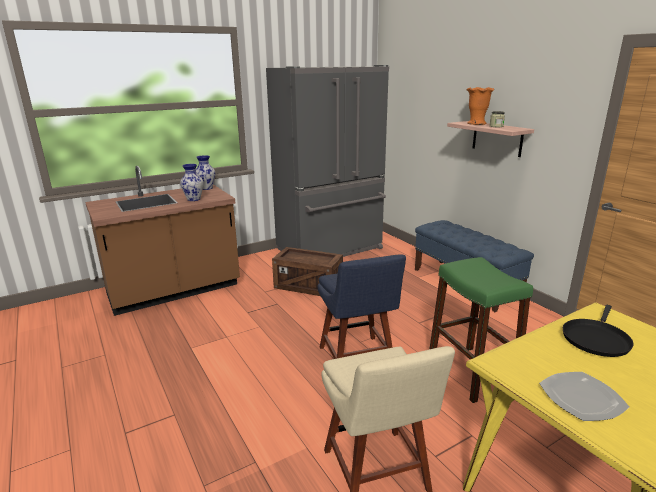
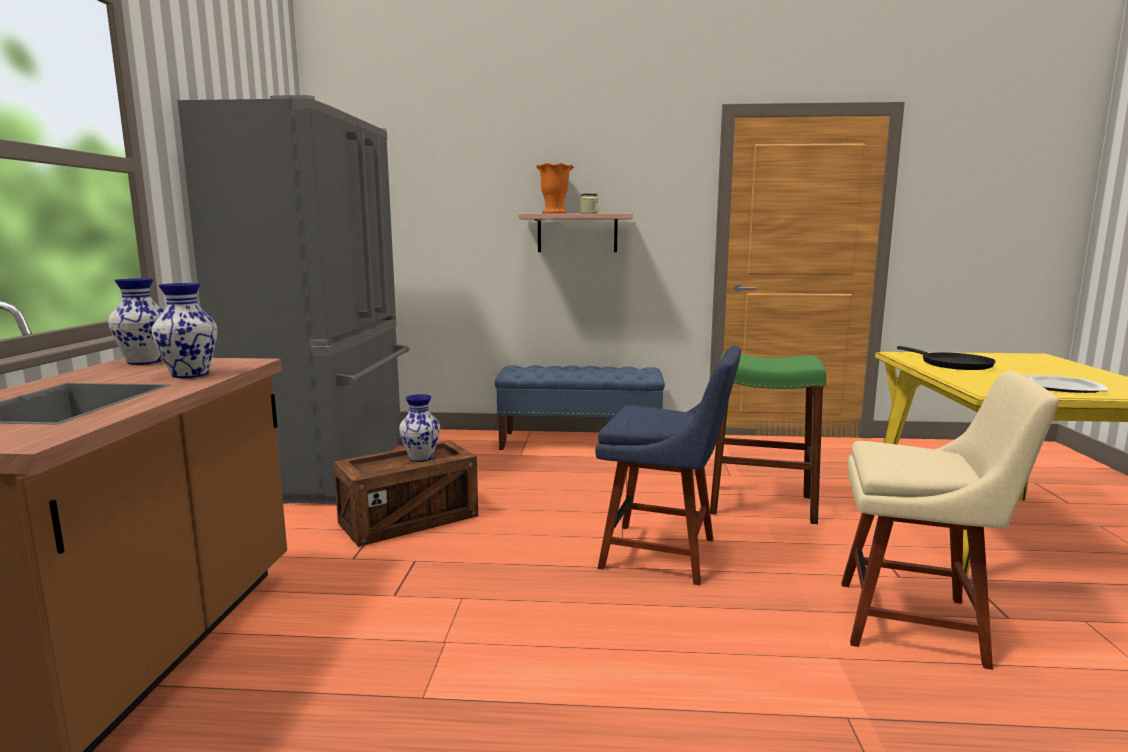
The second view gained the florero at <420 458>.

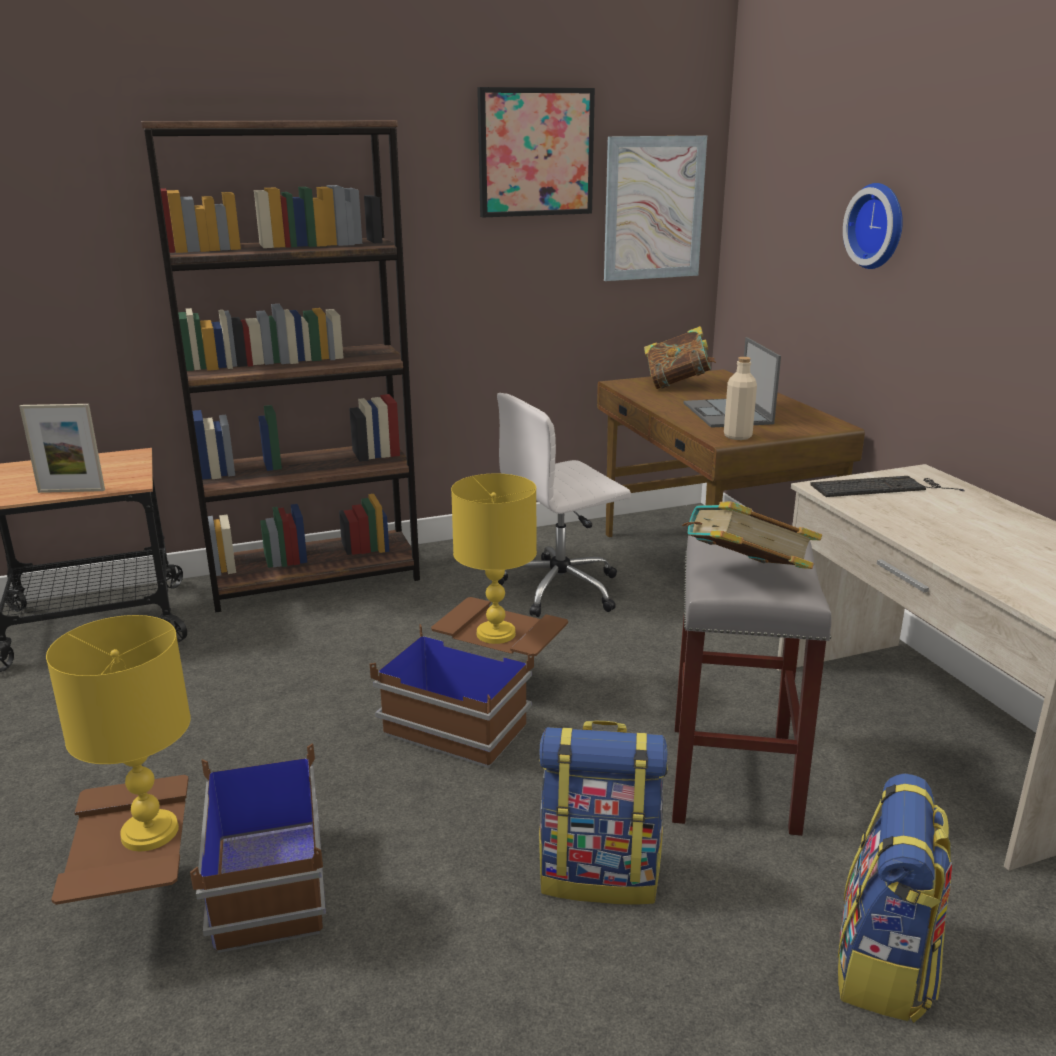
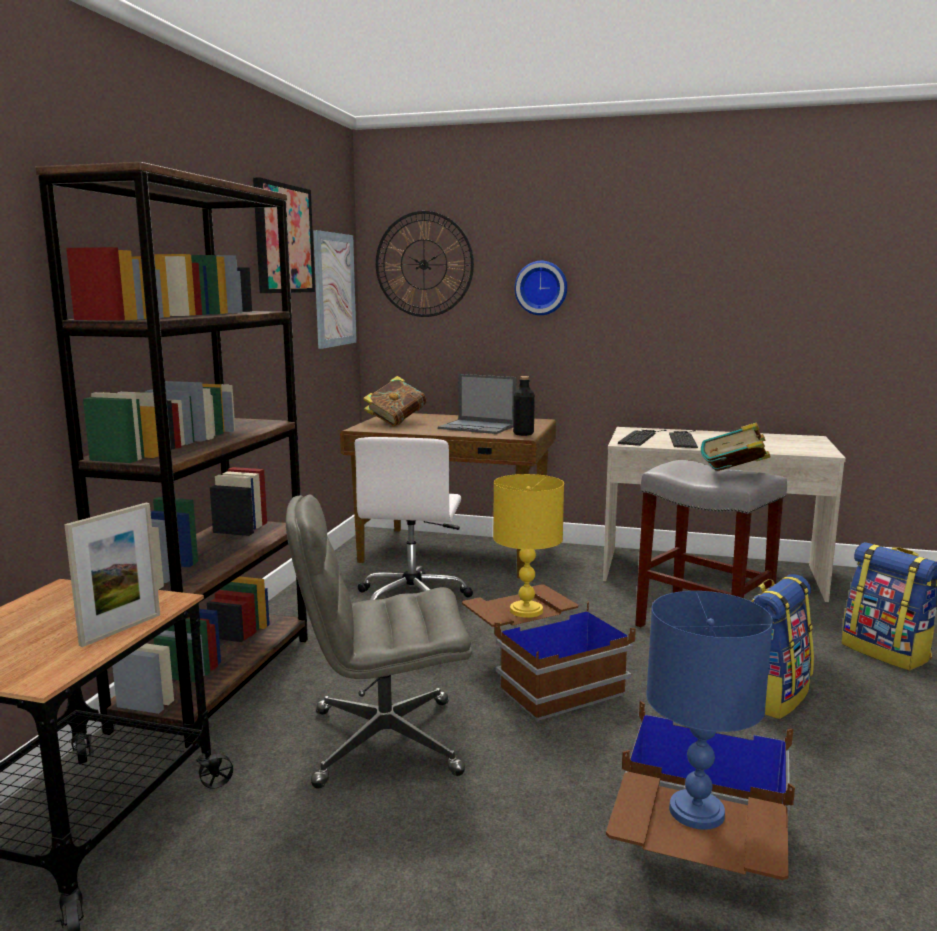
What was the botella/beis at <737 436> turned into the botella/negro at <523 434>. What was the lámpara de mesa/amarillo at <148 832> turned into the lámpara de mesa/azul at <696 812>. The second view gained the reloj de pared at <424 264>. The second view gained the teclado at <683 439>. The second view gained the silla de oficina/gris at <383 742>.

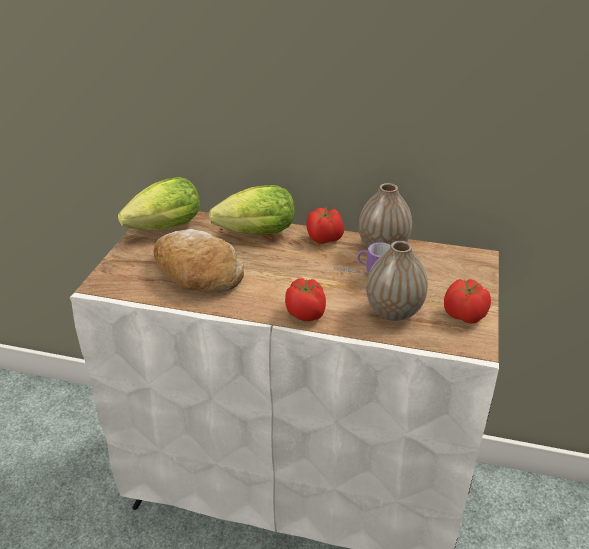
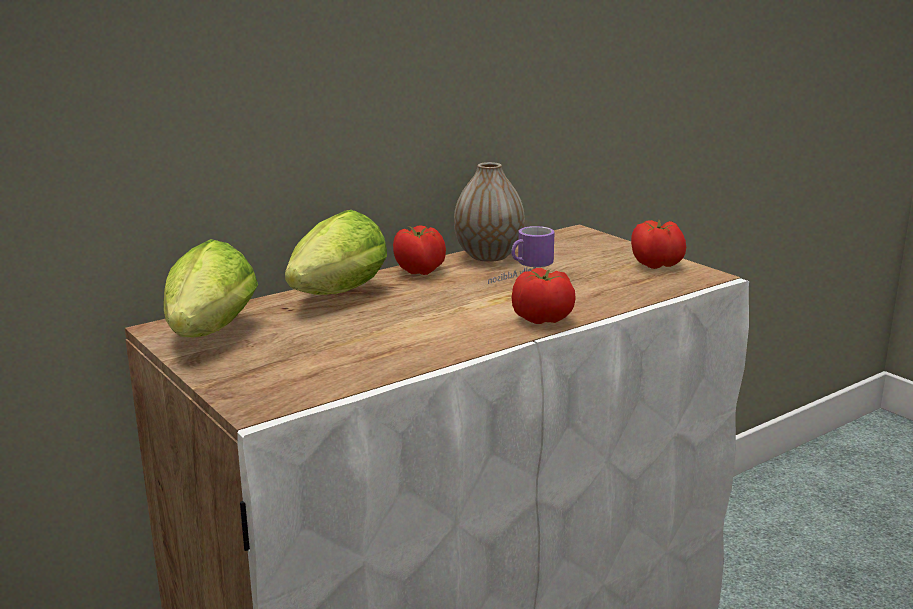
The second view lost the pan at <197 273>. The second view lost the florero at <393 311>.

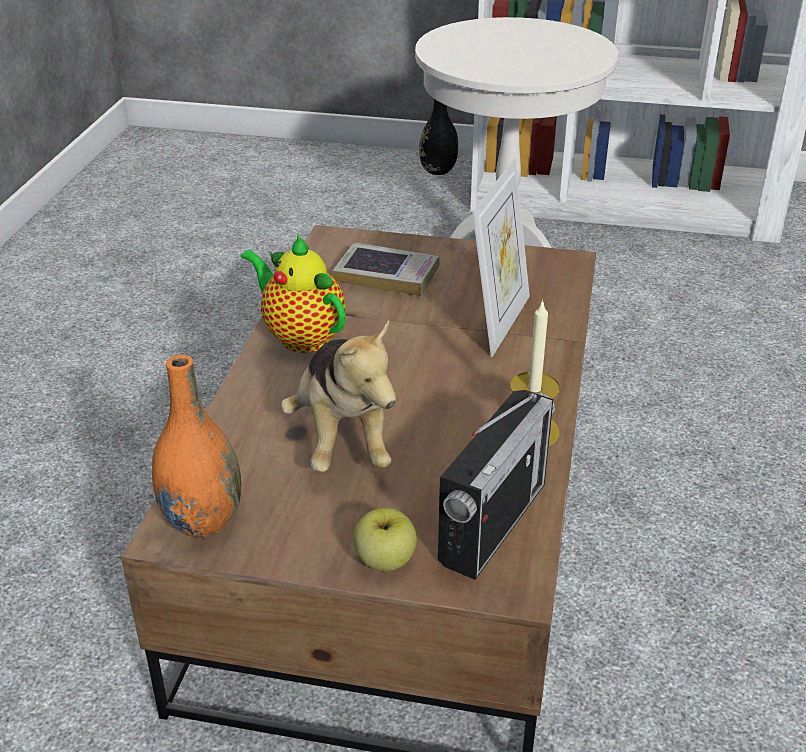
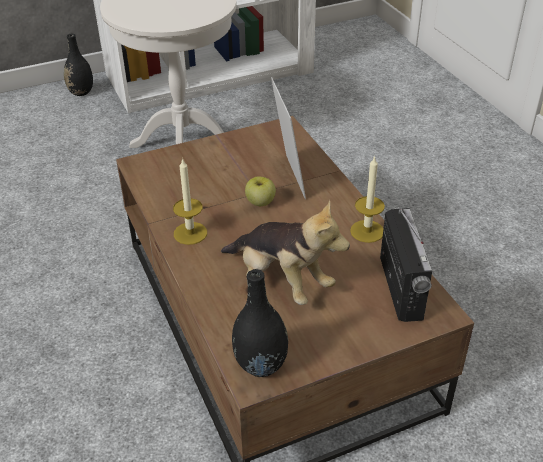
Where the tetera stood at <300 336>, the vela came to stand at <190 233>. The second view lost the libro at <387 276>. What was the florero/naranja at <203 520> turned into the florero/negro at <260 364>. The manzana ended up elsewhere, having gone from <385 560> to <260 202>.

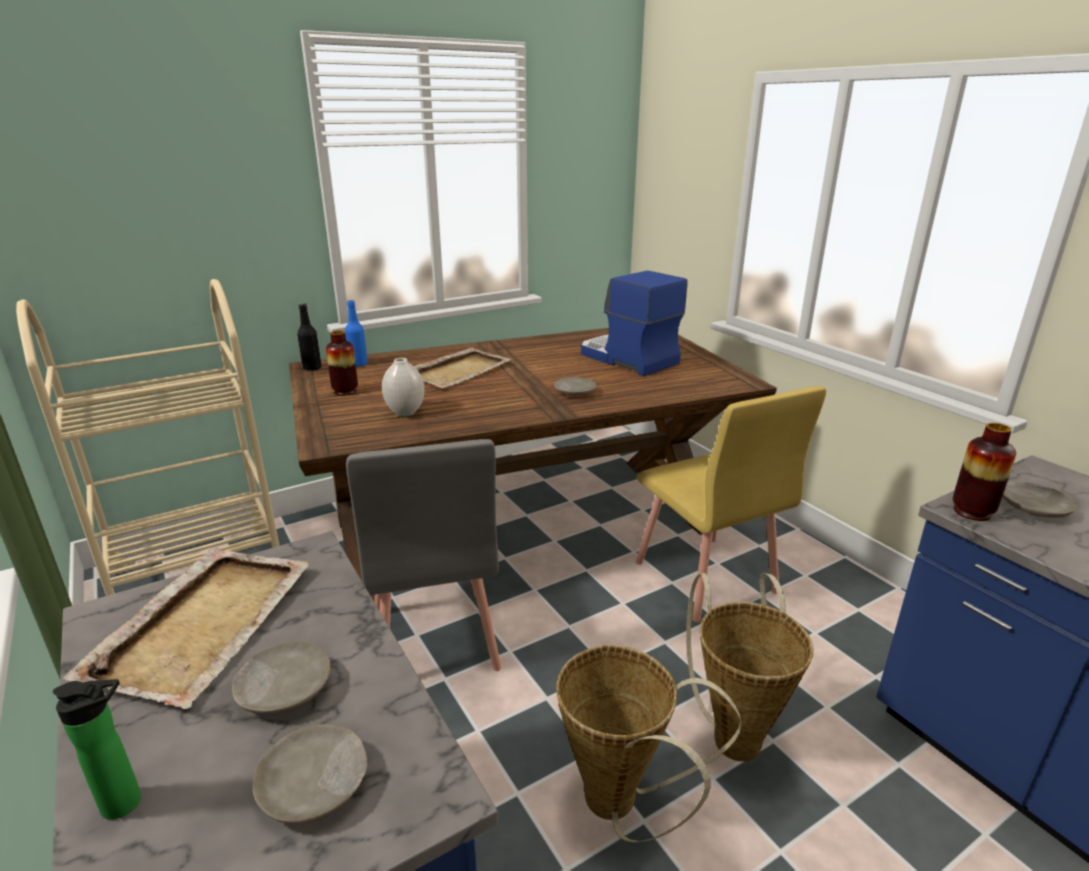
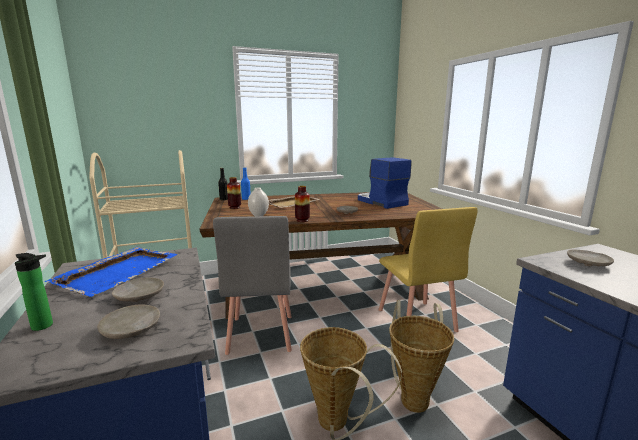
The florero ended up elsewhere, having gone from <972 512> to <302 220>. What was the bandeja/beis at <205 623> turned into the bandeja/azul at <119 272>.

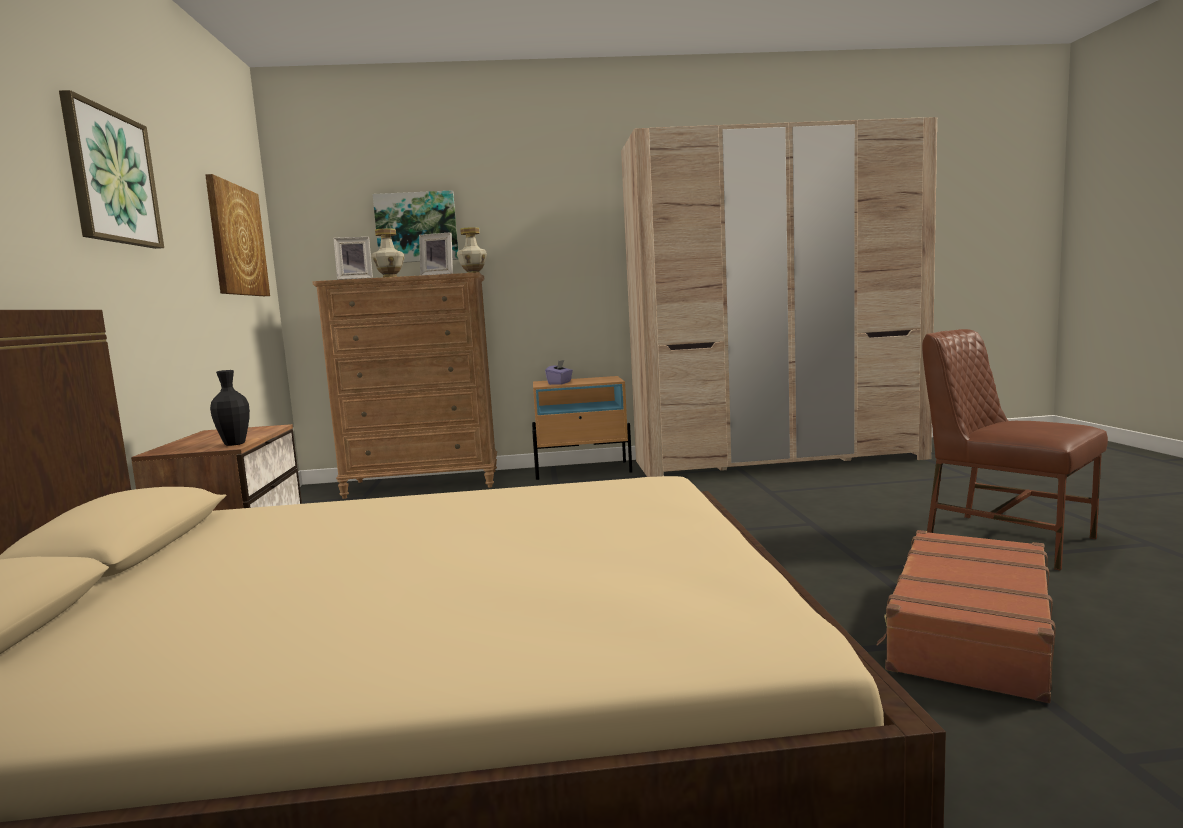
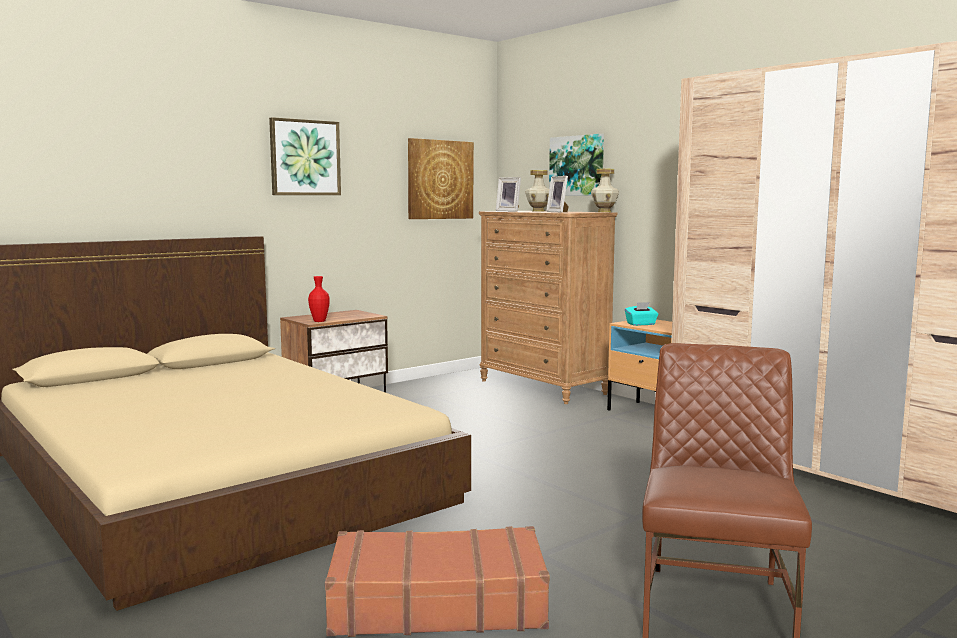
What was the caja de pañuelos/morado at <560 383> turned into the caja de pañuelos/turquesa at <641 324>. What was the florero/negro at <235 444> turned into the florero/rojo at <319 321>.

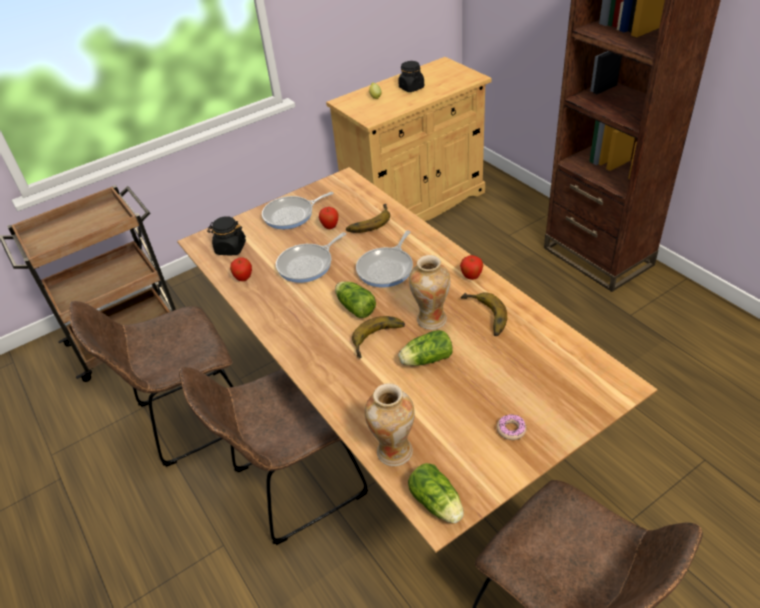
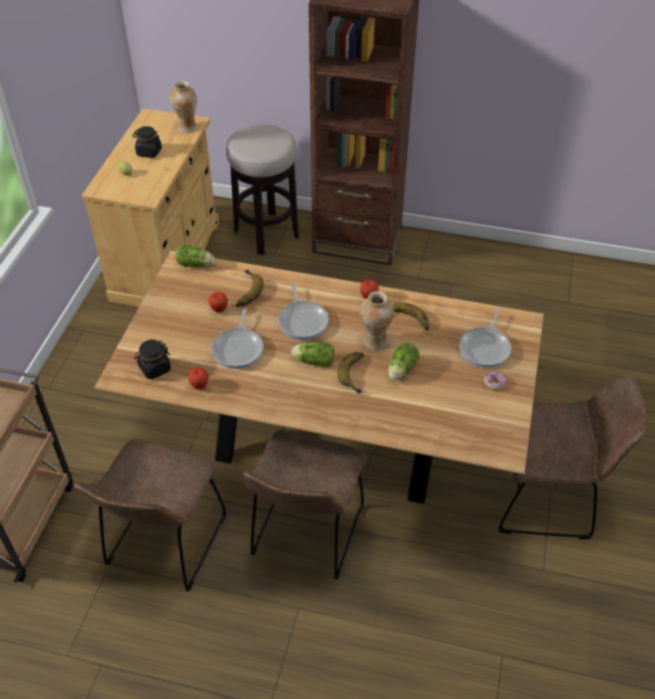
The sartén ended up elsewhere, having gone from <291 215> to <485 348>. The florero ended up elsewhere, having gone from <394 451> to <187 128>. The lechuga ended up elsewhere, having gone from <437 504> to <196 264>. The second view gained the taburete at <267 233>.

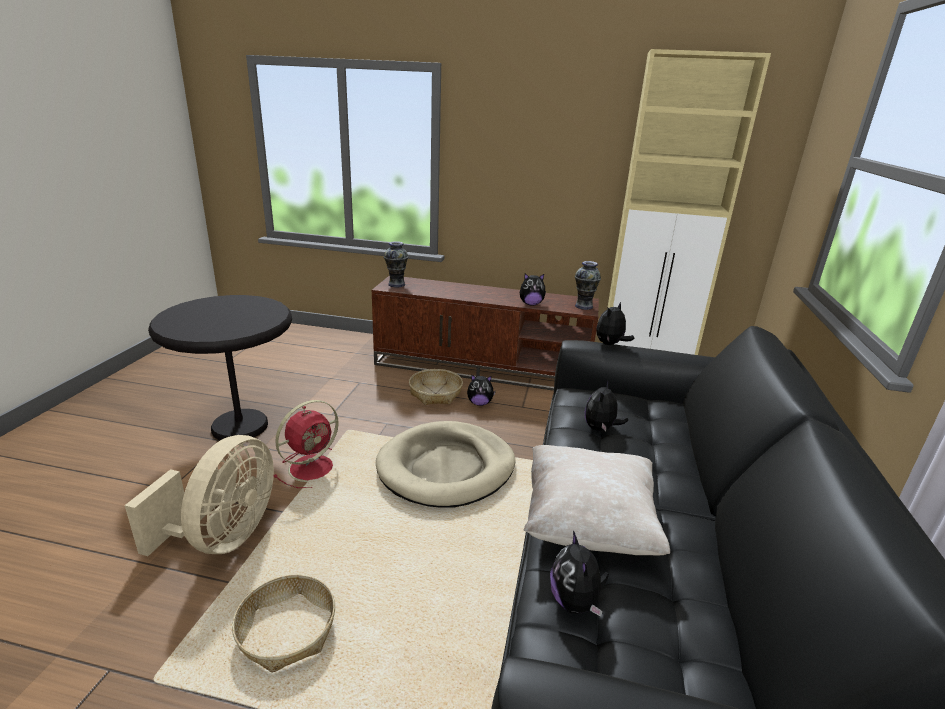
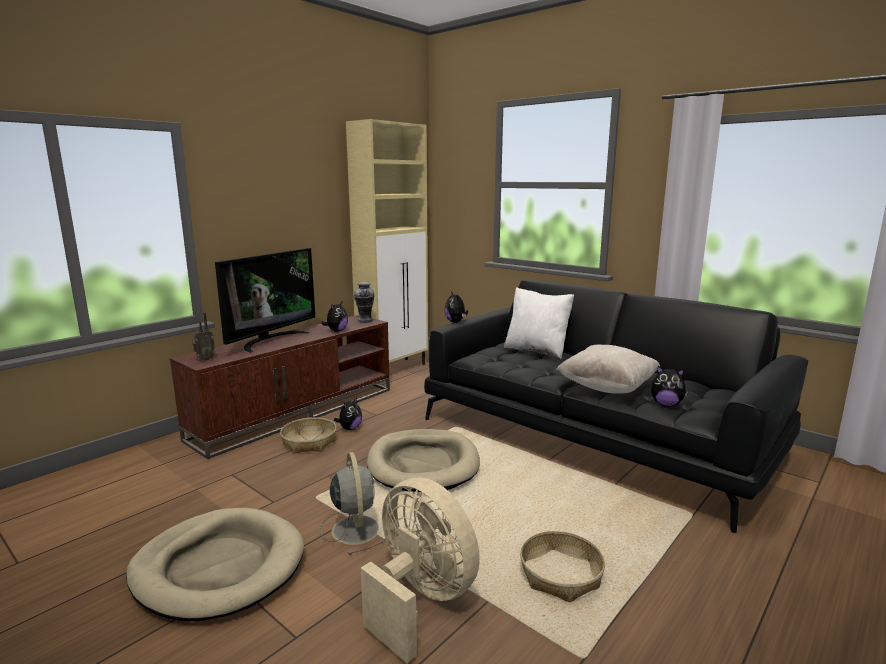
Where the florero stood at <396 284>, the radio came to stand at <204 359>. Where the mesa auxiliar/negro stood at <240 426>, the cama para perro/beis came to stand at <219 567>. The second view lost the peluche at <600 429>. What was the ventilador/rojo at <313 467> turned into the ventilador/gris at <355 528>. The second view gained the televisor at <270 340>. The second view gained the cojín/blanco at <537 350>.

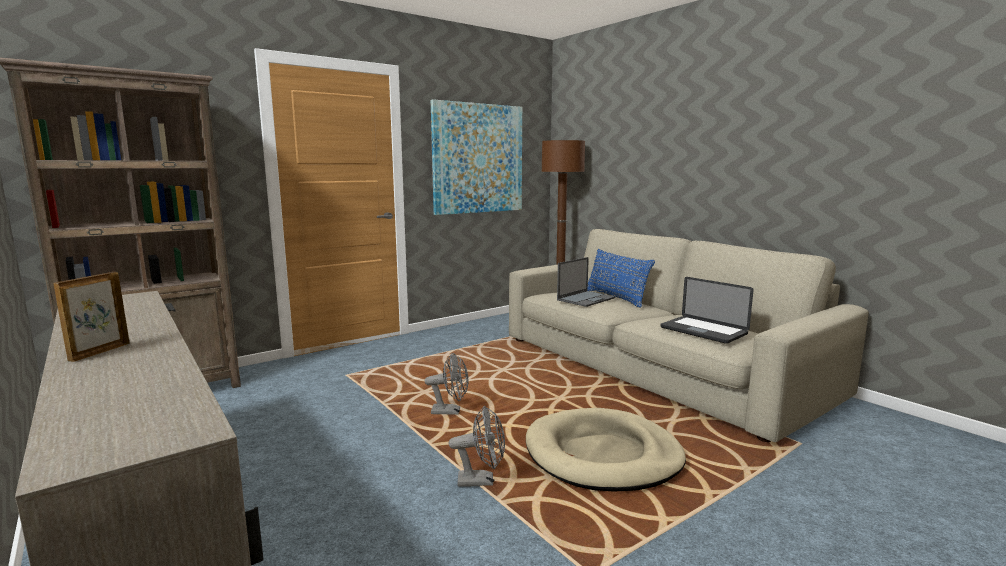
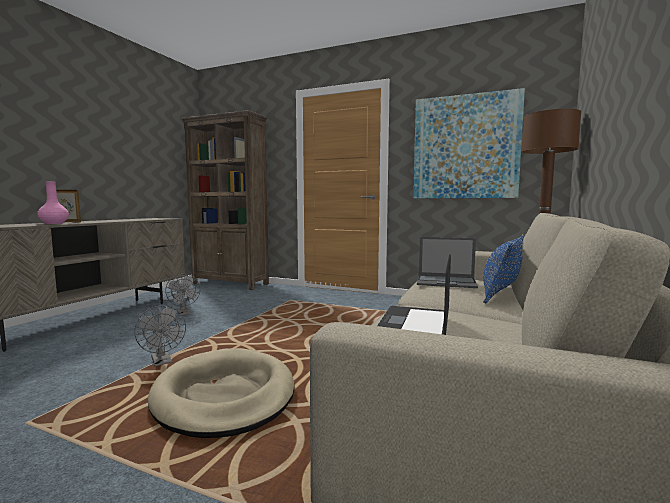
The ventilador/gris ended up elsewhere, having gone from <451 411> to <184 314>. The second view gained the florero/rosa at <54 223>.

